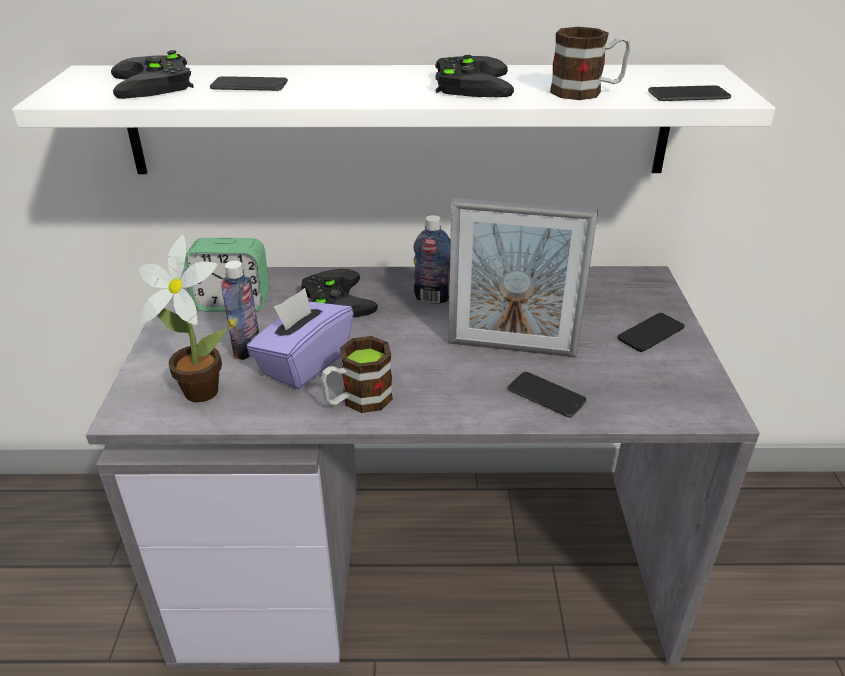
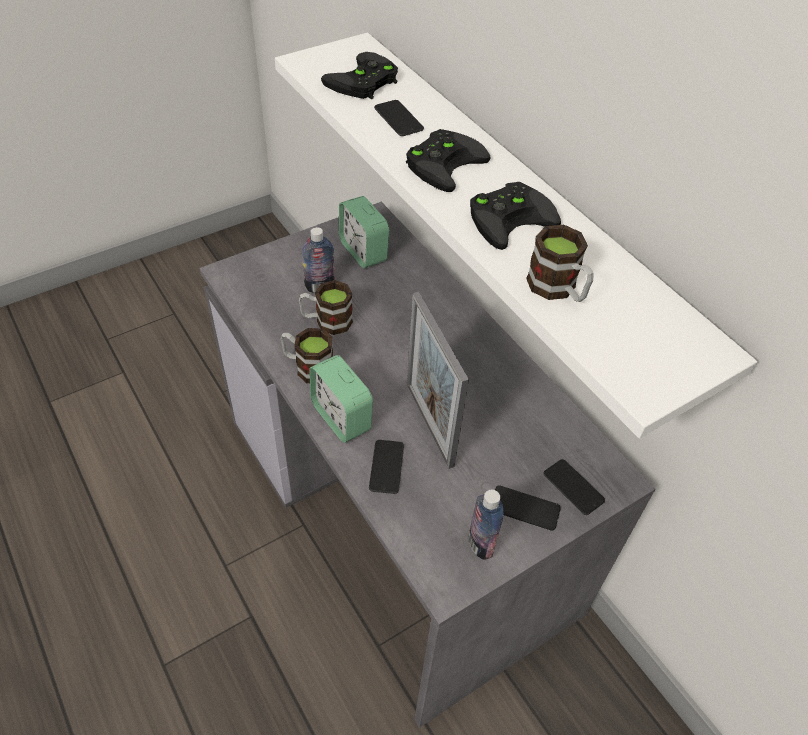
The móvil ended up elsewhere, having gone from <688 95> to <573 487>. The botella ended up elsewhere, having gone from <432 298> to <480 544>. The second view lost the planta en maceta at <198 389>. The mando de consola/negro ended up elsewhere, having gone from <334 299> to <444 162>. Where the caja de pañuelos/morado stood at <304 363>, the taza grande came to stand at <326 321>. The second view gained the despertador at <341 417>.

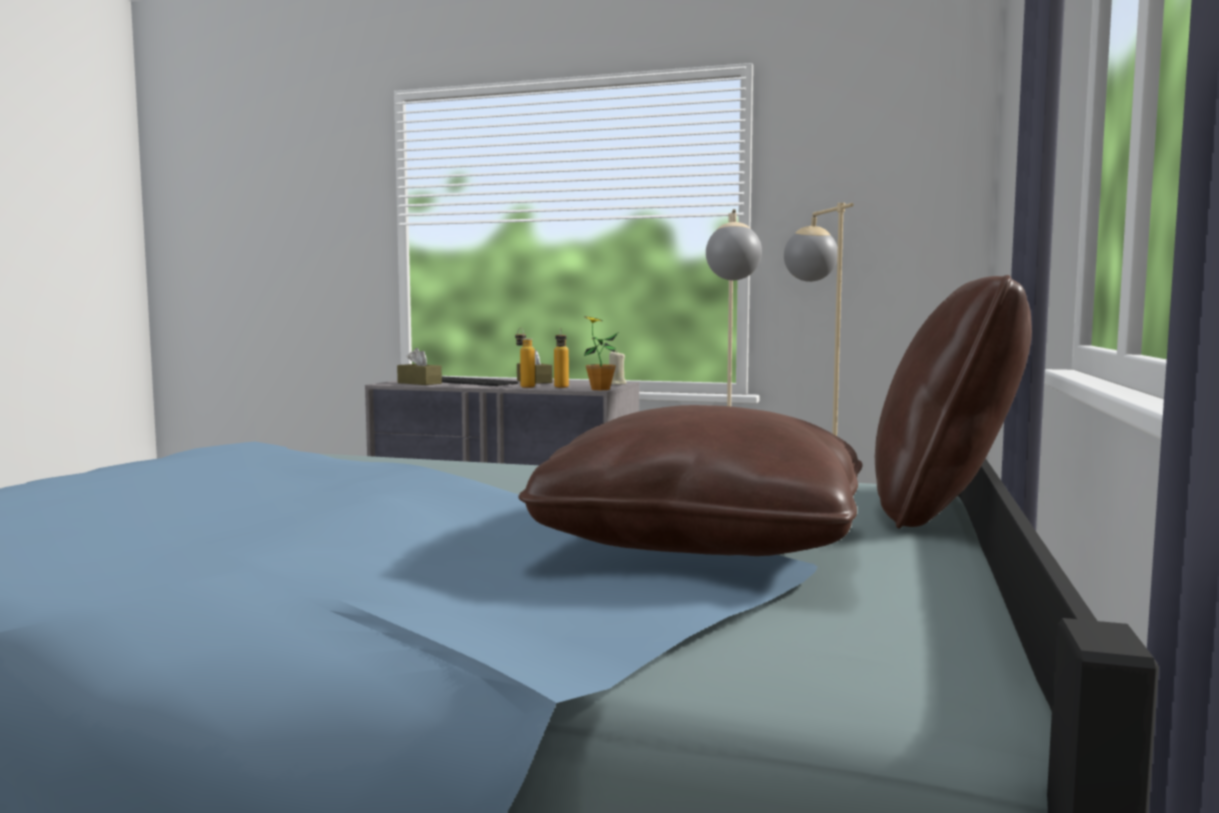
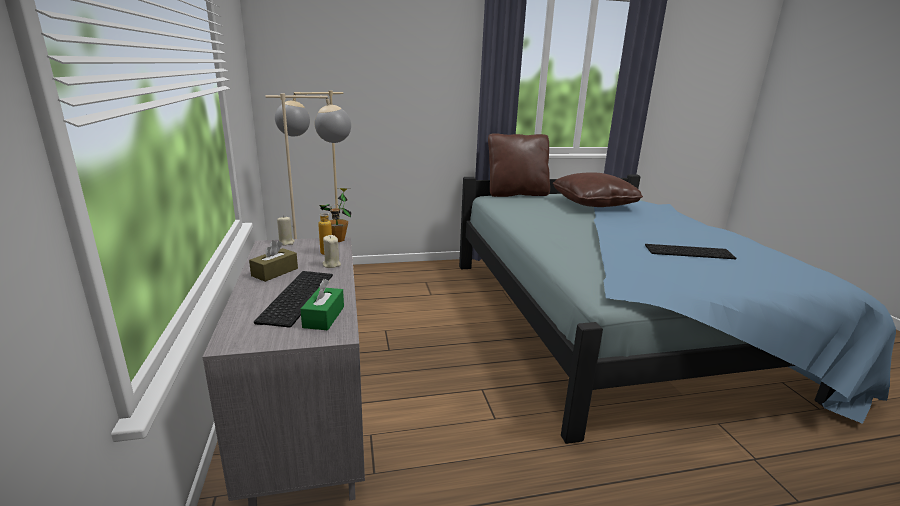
Where the botella stood at <524 386>, the vela/beis came to stand at <331 264>. What was the caja de pañuelos/marrón at <419 383> turned into the caja de pañuelos/verde at <324 317>. The second view gained the teclado at <689 251>.

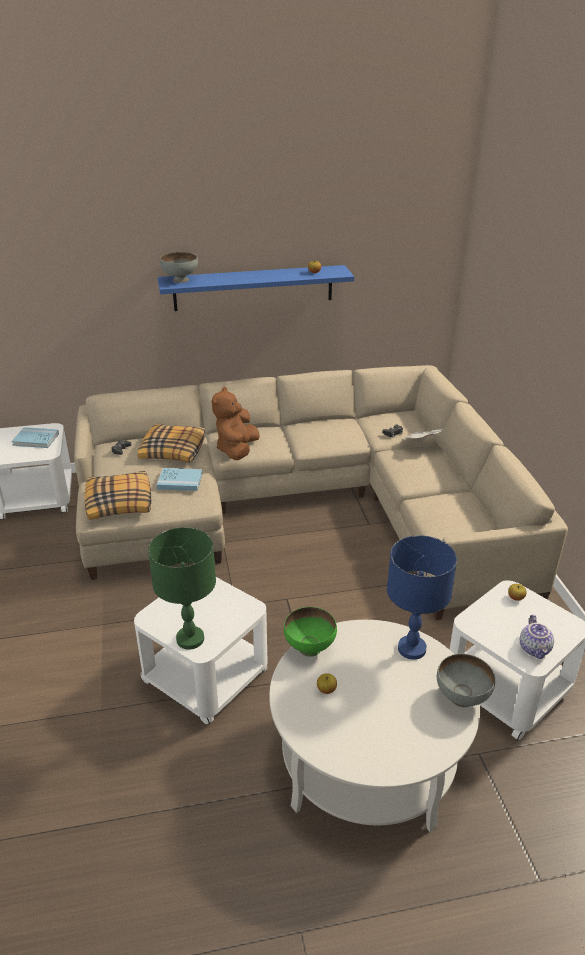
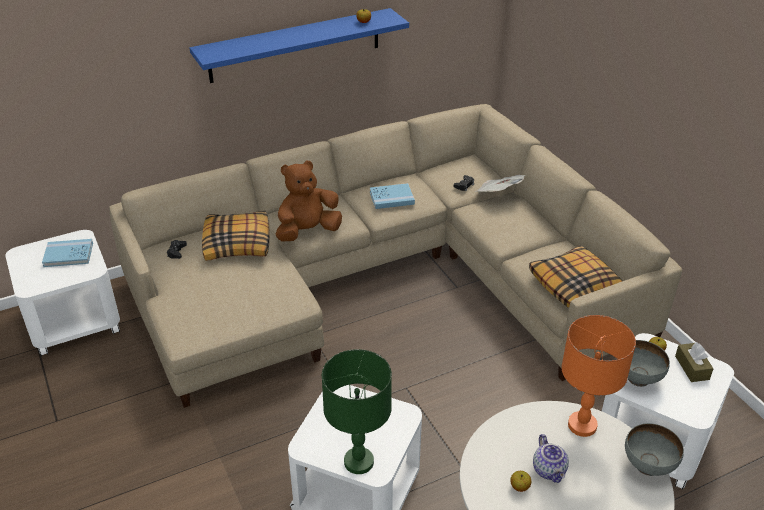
The cuenco/gris ended up elsewhere, having gone from <180 280> to <637 378>. The peluche/marrón at <237 450> ended up facing another way, 60 degrees clockwise from before. The libro/azul ended up elsewhere, having gone from <180 481> to <391 198>. The cojín ended up elsewhere, having gone from <120 503> to <575 285>. What was the lámpara de mesa/azul at <411 649> turned into the lámpara de mesa/naranja at <582 426>. The second view lost the cuenco/verde at <310 647>. The tetera ended up elsewhere, having gone from <535 649> to <550 470>. The second view gained the caja de pañuelos/marrón at <692 367>.

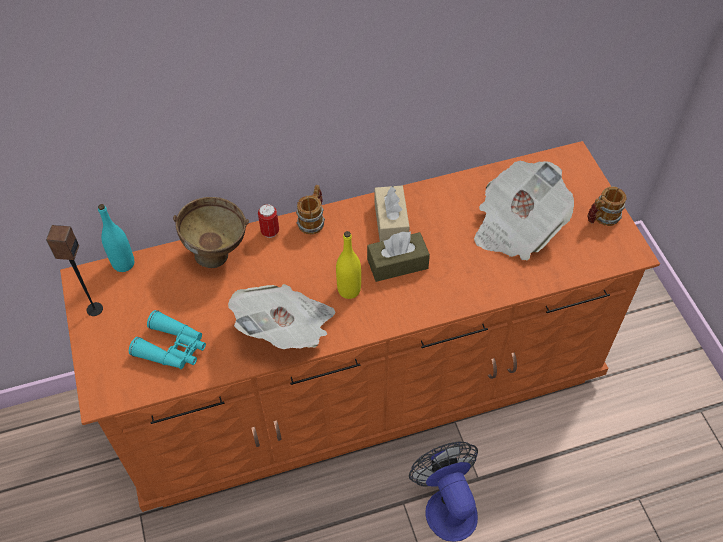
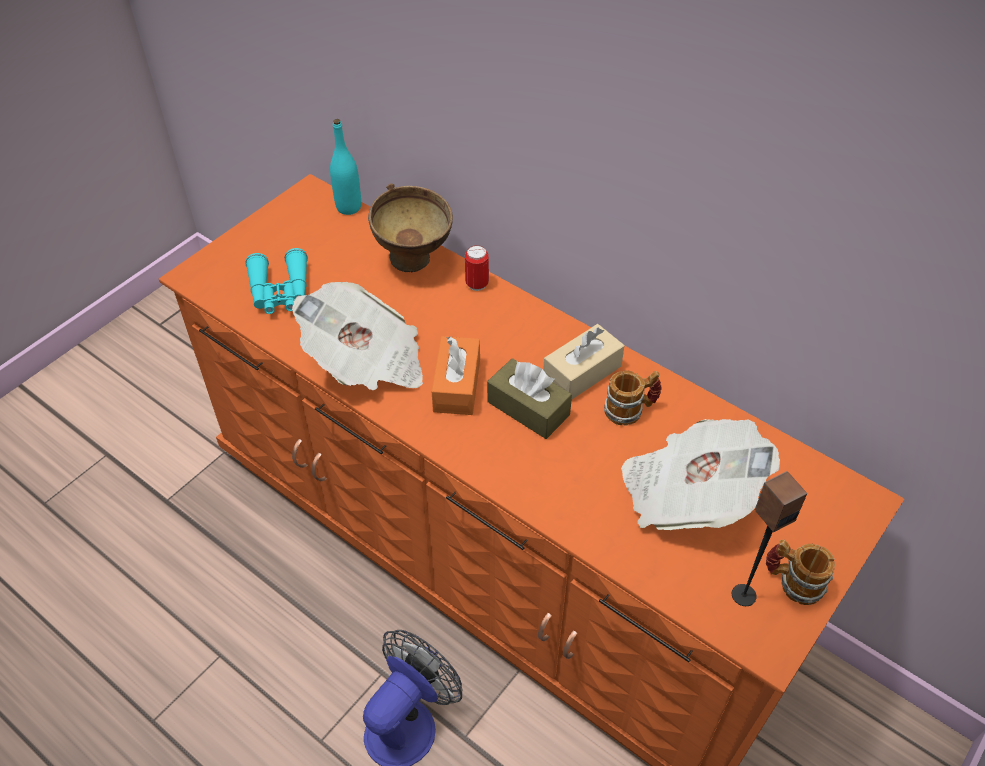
The taza grande ended up elsewhere, having gone from <313 220> to <630 410>. The altavoz ended up elsewhere, having gone from <94 309> to <743 594>. Where the botella/amarillo stood at <349 290>, the caja de pañuelos/naranja came to stand at <457 385>.

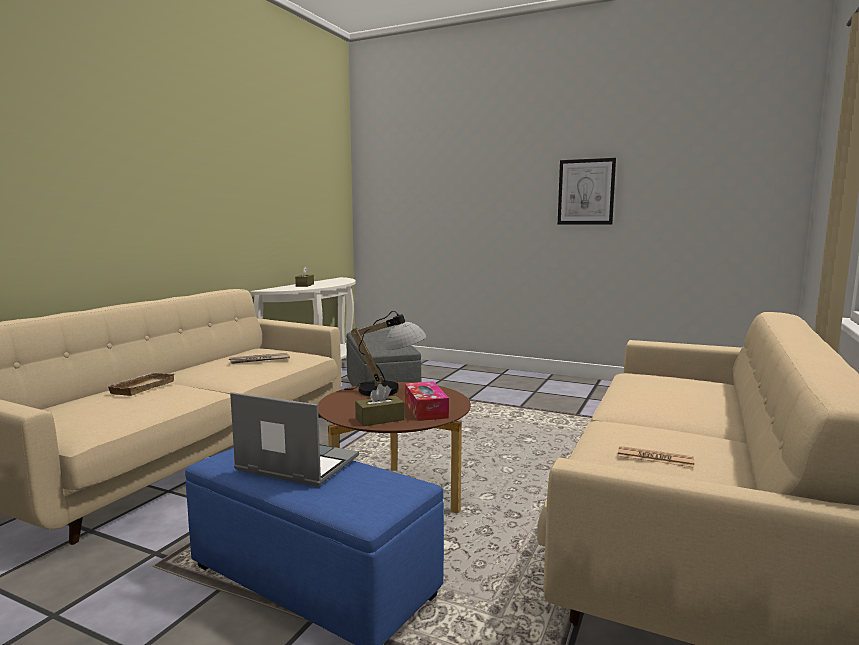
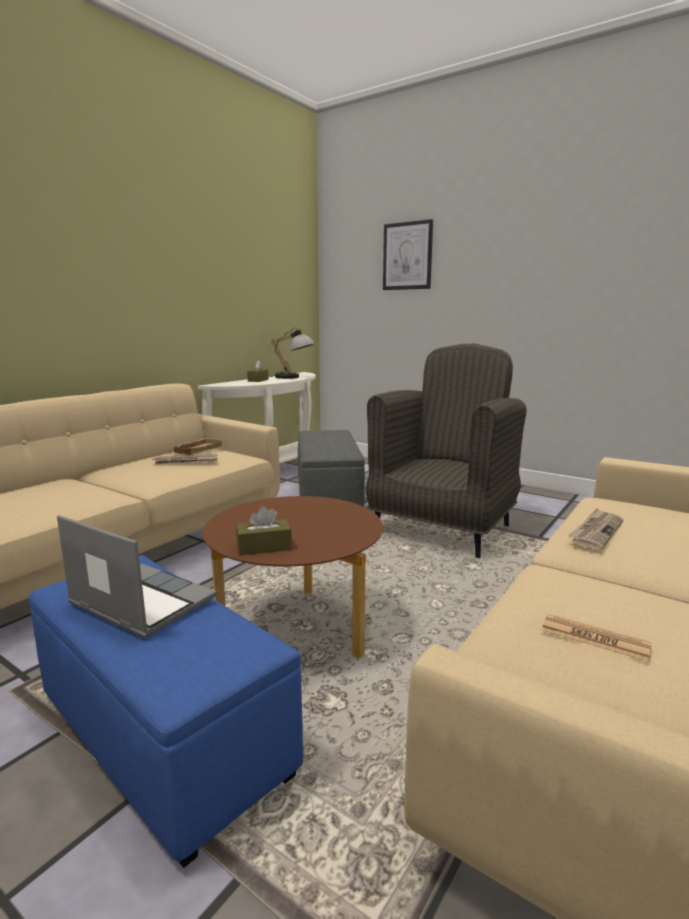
The cuadro ended up elsewhere, having gone from <586 192> to <407 256>. The lámpara de mesa ended up elsewhere, having gone from <390 391> to <293 377>. The bandeja/beis ended up elsewhere, having gone from <141 387> to <197 449>. The second view lost the caja de pañuelos at <426 409>. The second view gained the sillón/gris at <443 528>. The second view gained the periódico at <596 531>.

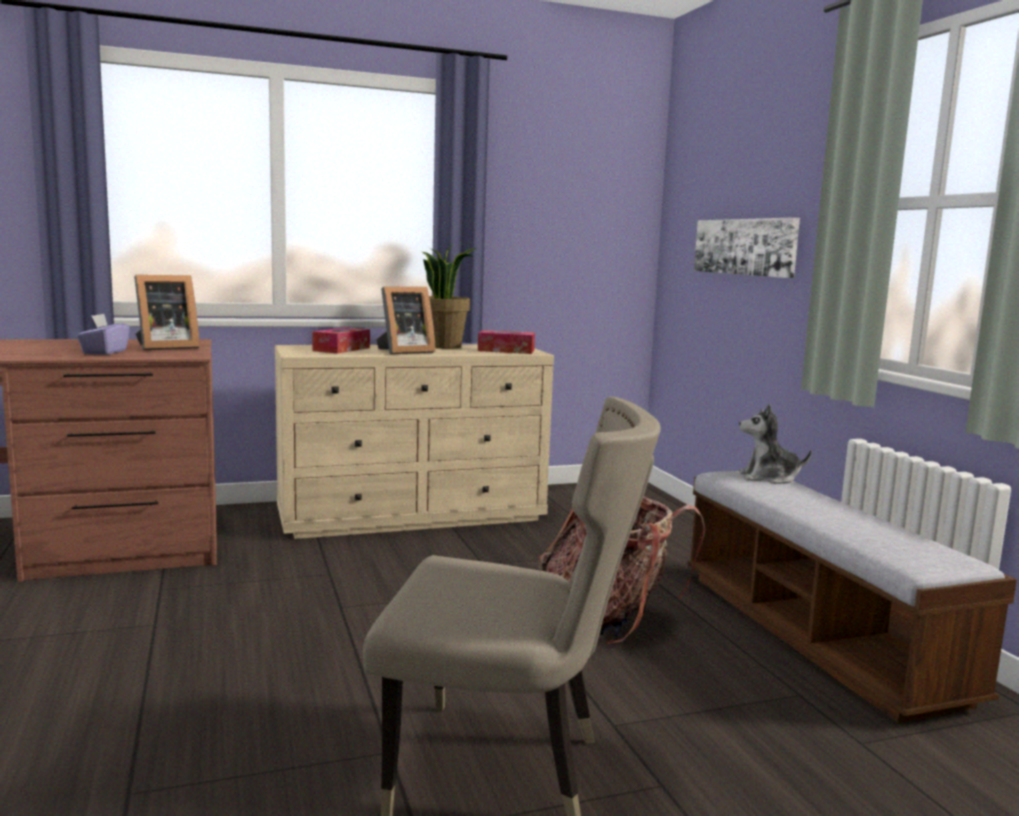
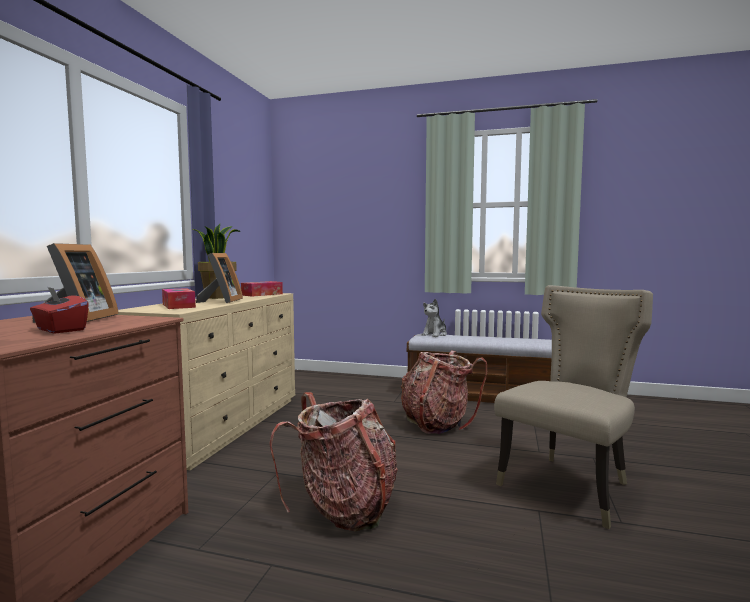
The second view lost the cuadro at <745 247>. What was the caja de pañuelos/morado at <104 352> turned into the caja de pañuelos/rojo at <60 330>. The second view gained the mochila at <344 508>.

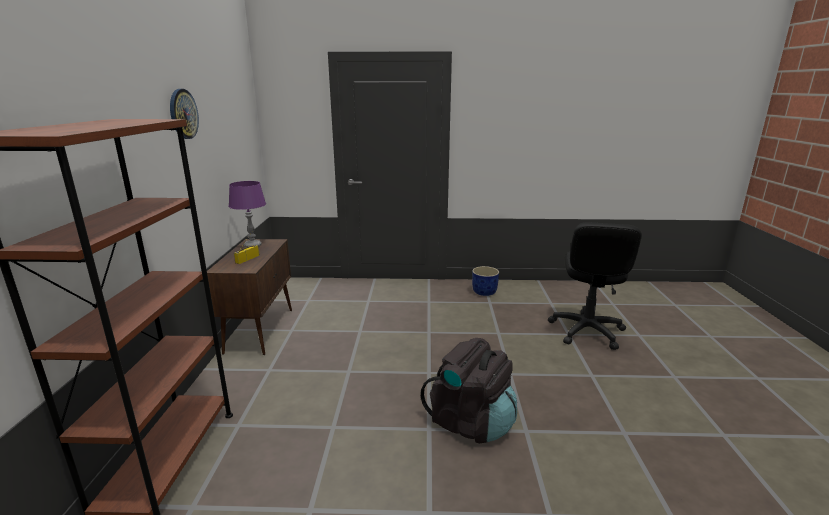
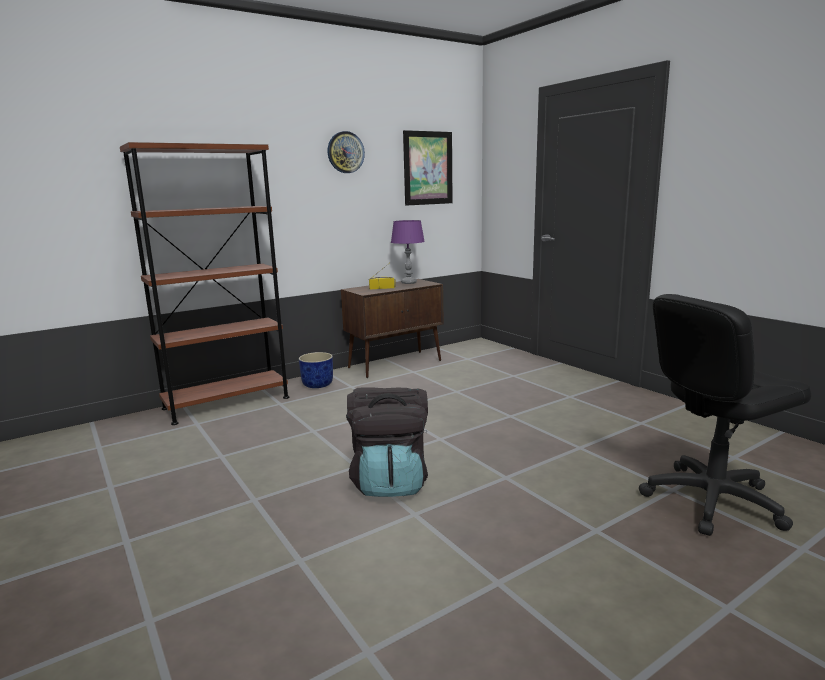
The maceta/azul ended up elsewhere, having gone from <484 292> to <318 384>. The second view gained the cuadro at <428 168>.

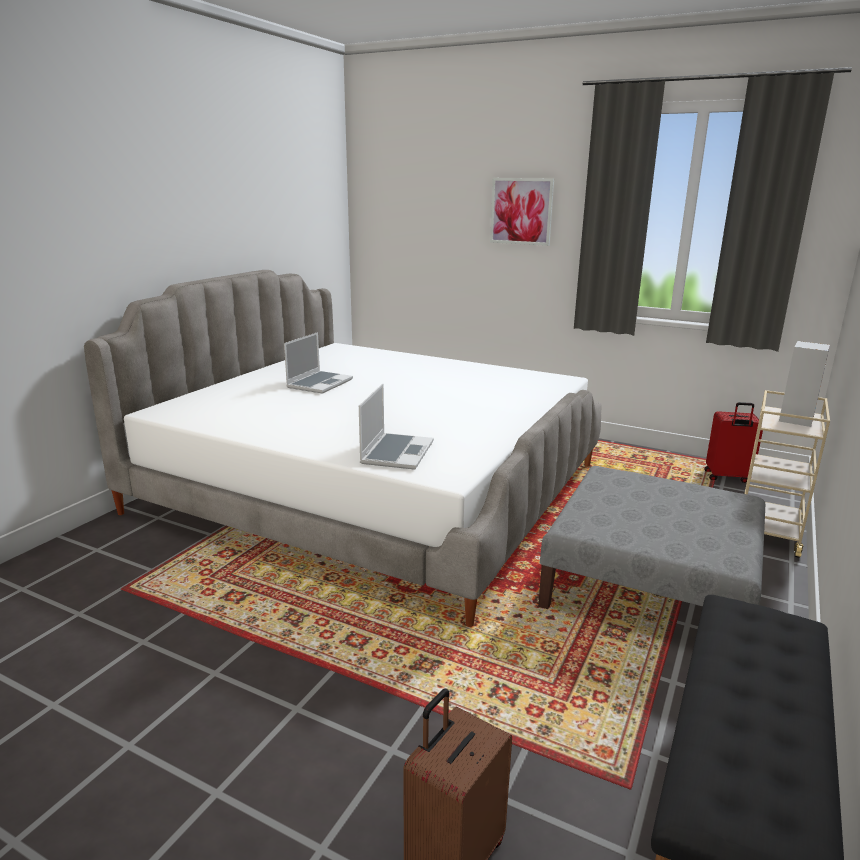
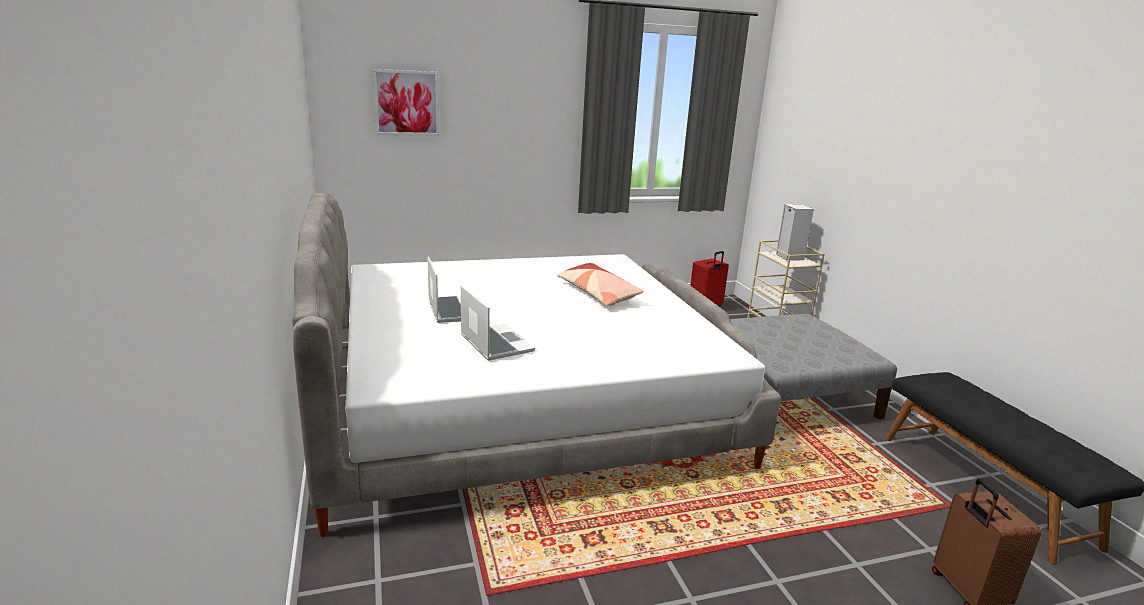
The cuadro ended up elsewhere, having gone from <521 211> to <407 103>. The portátil ended up elsewhere, having gone from <396 452> to <495 343>. The second view gained the cojín at <598 294>.

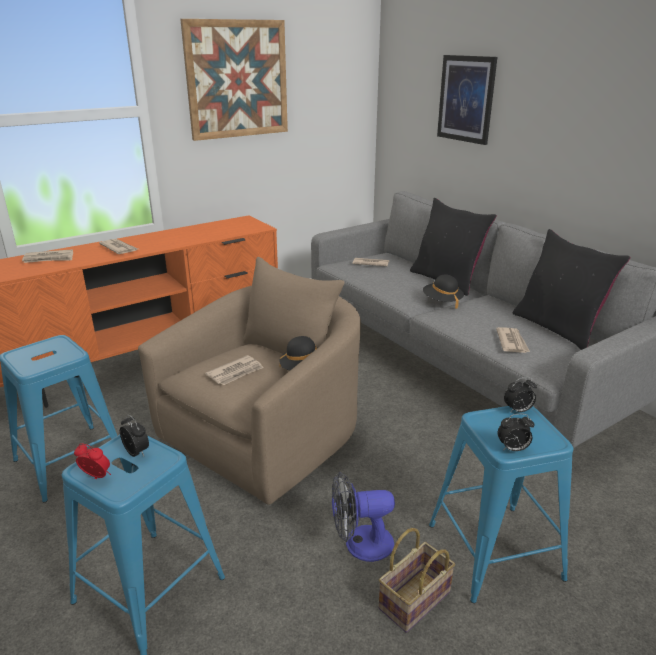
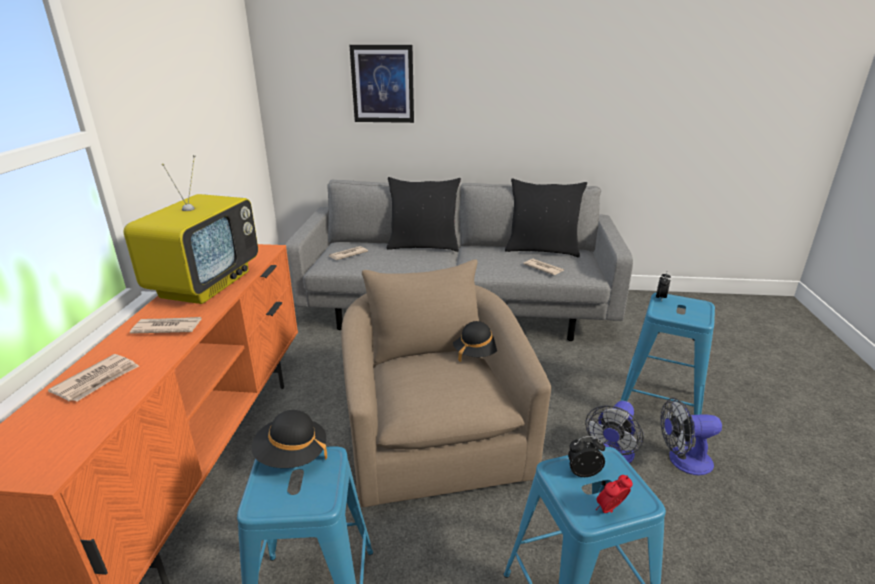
The second view lost the cuadro at <237 79>. The sombrero/negro ended up elsewhere, having gone from <442 301> to <291 455>. The second view lost the periódico at <236 372>. The second view lost the despertador at <513 449>. Where the cesta stood at <414 602>, the ventilador came to stand at <683 461>. The second view gained the televisor at <205 284>.

